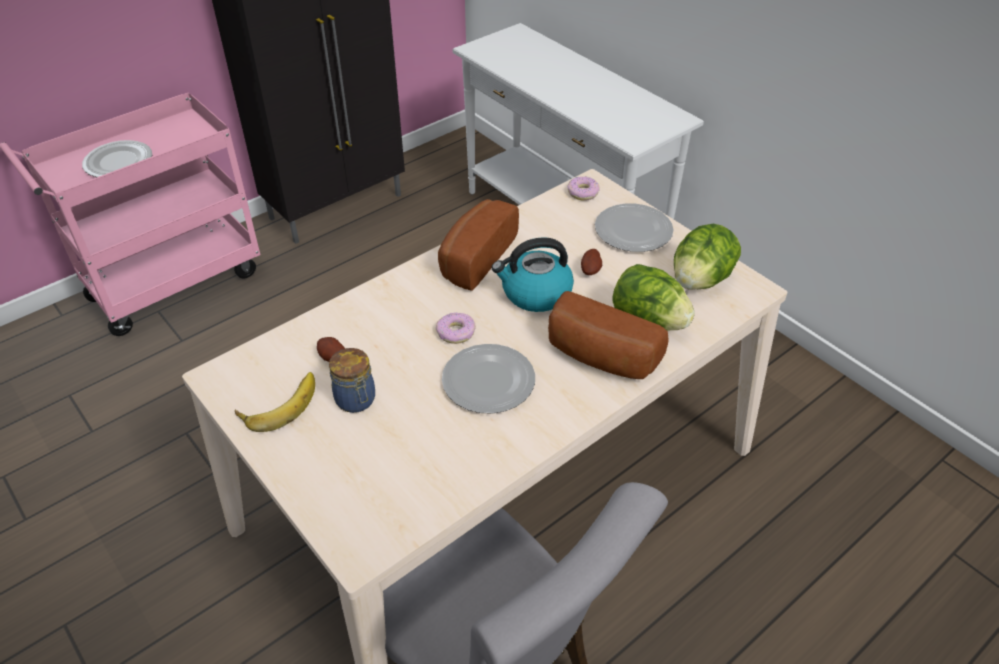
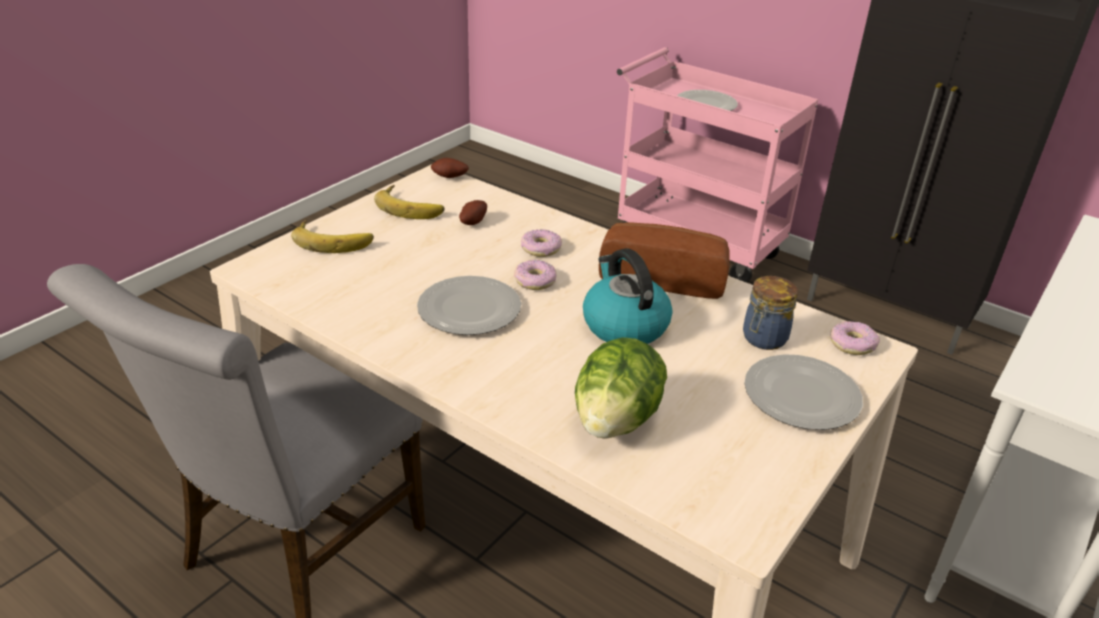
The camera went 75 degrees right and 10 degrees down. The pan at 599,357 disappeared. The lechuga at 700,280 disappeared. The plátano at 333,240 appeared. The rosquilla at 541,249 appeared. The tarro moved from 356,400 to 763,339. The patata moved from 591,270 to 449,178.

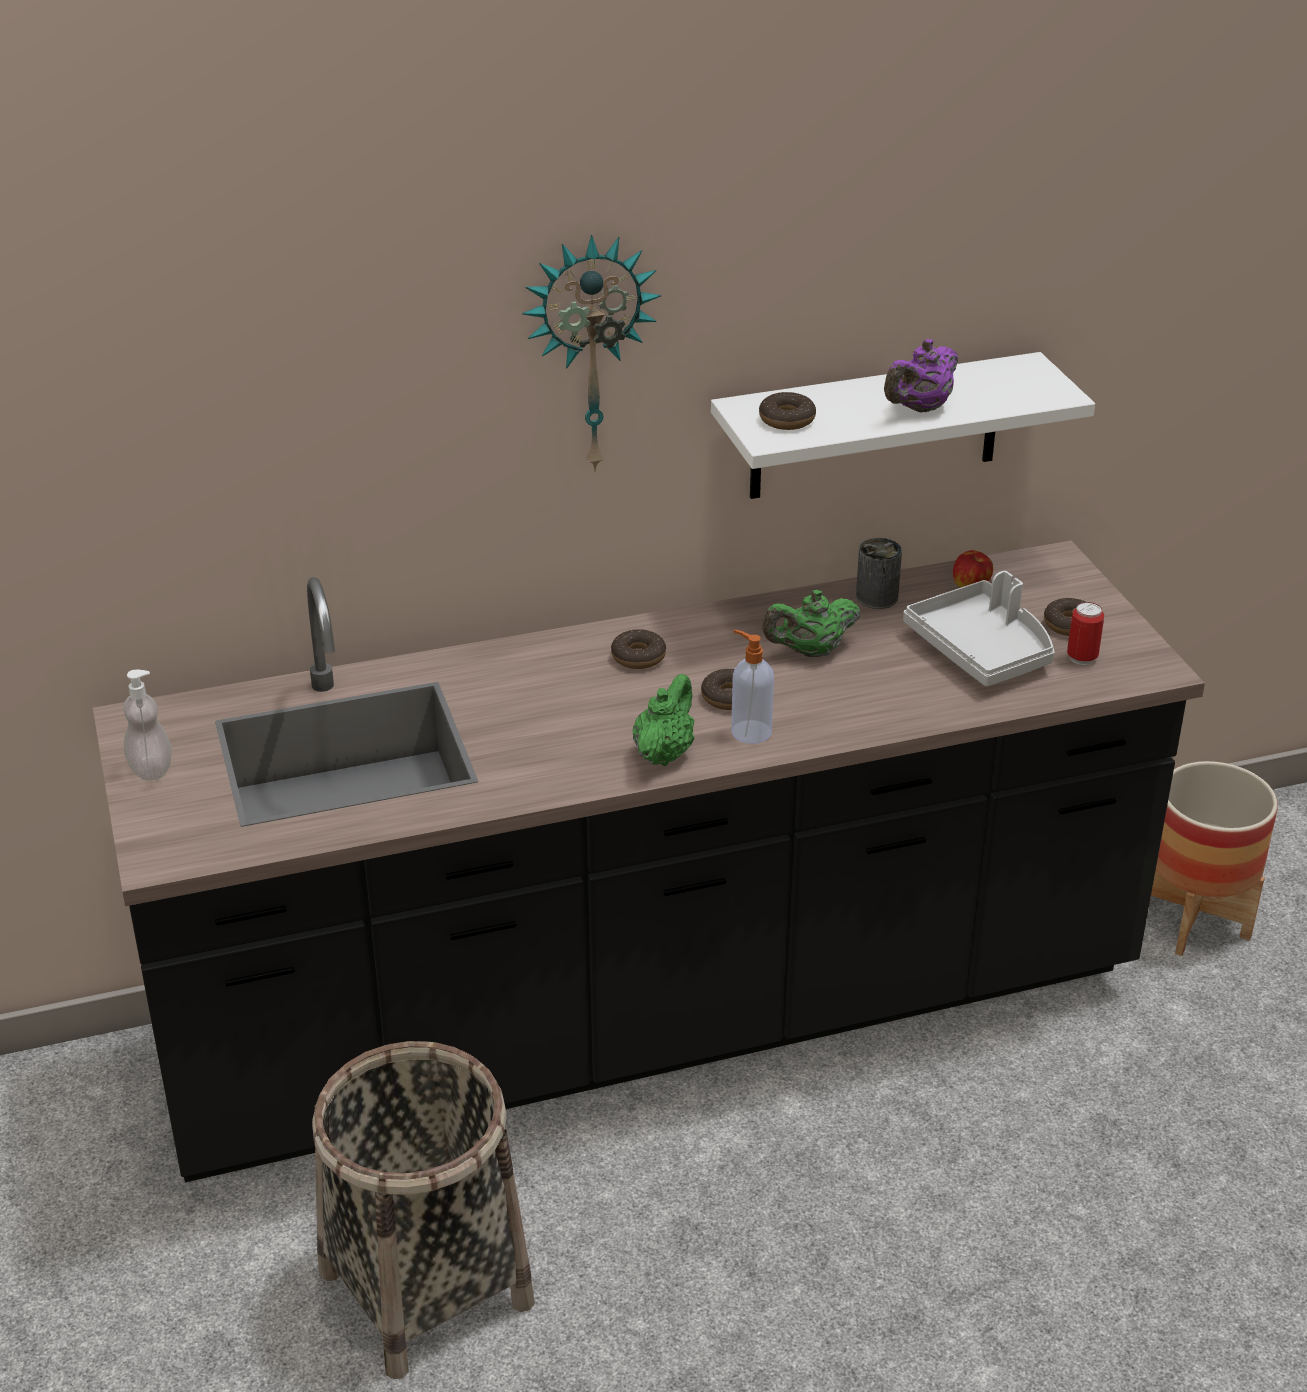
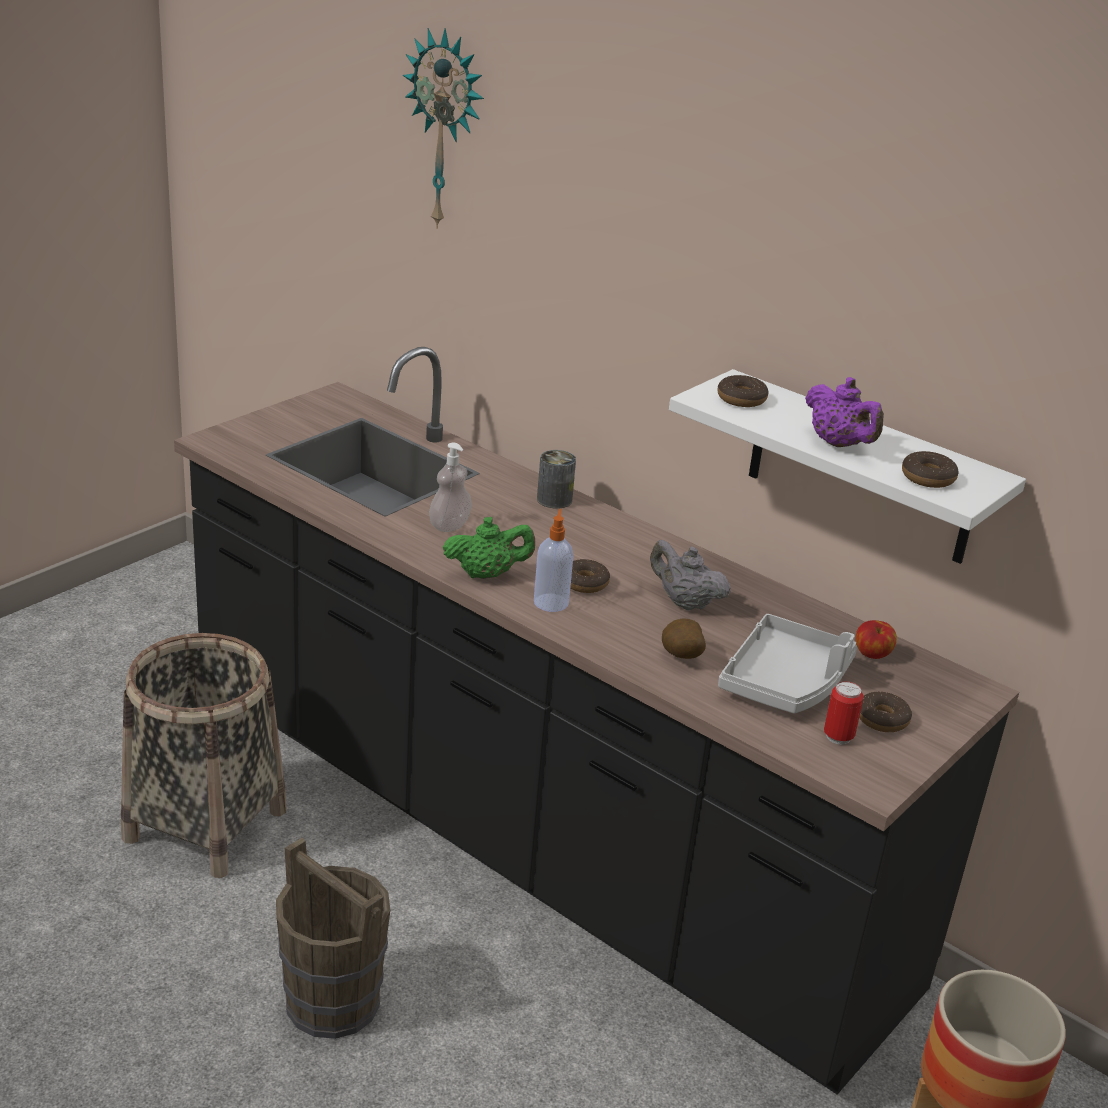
The camera went 55 degrees right and 5 degrees down. The cubo (marrón) at 333,1002 appeared. The patata at 680,657 appeared. The dispensador de jabón moved from 151,769 to 449,525. The reloj de pared moved from 590,353 to 446,130. The rosquilla moved from 638,657 to 928,478. The lata moved from 877,597 to 554,500. The tetera (verde) at 810,652 became the tetera (gris) at 684,602. The tetera (morado) at 919,408 turned 135 degrees counterclockwise.

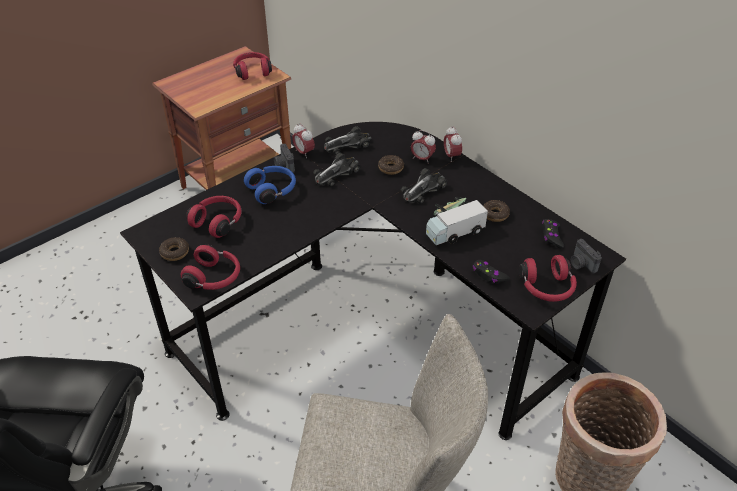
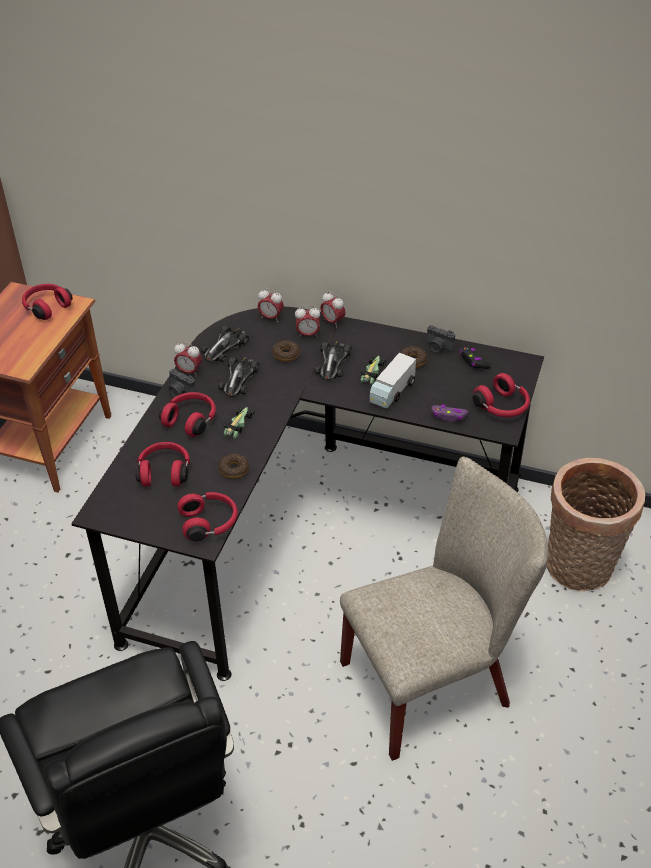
The camera went 30 degrees left and 0 degrees up. The coche de juguete at 238,425 appeared. The despertador at 271,317 appeared. The rosquilla moved from 175,252 to 234,469. The cámara moved from 581,264 to 438,347. The auriculares (azul) at 272,190 became the auriculares (rojo) at 191,420. The mando de consola (negro) at 489,275 became the mando de consola (morado) at 448,416.

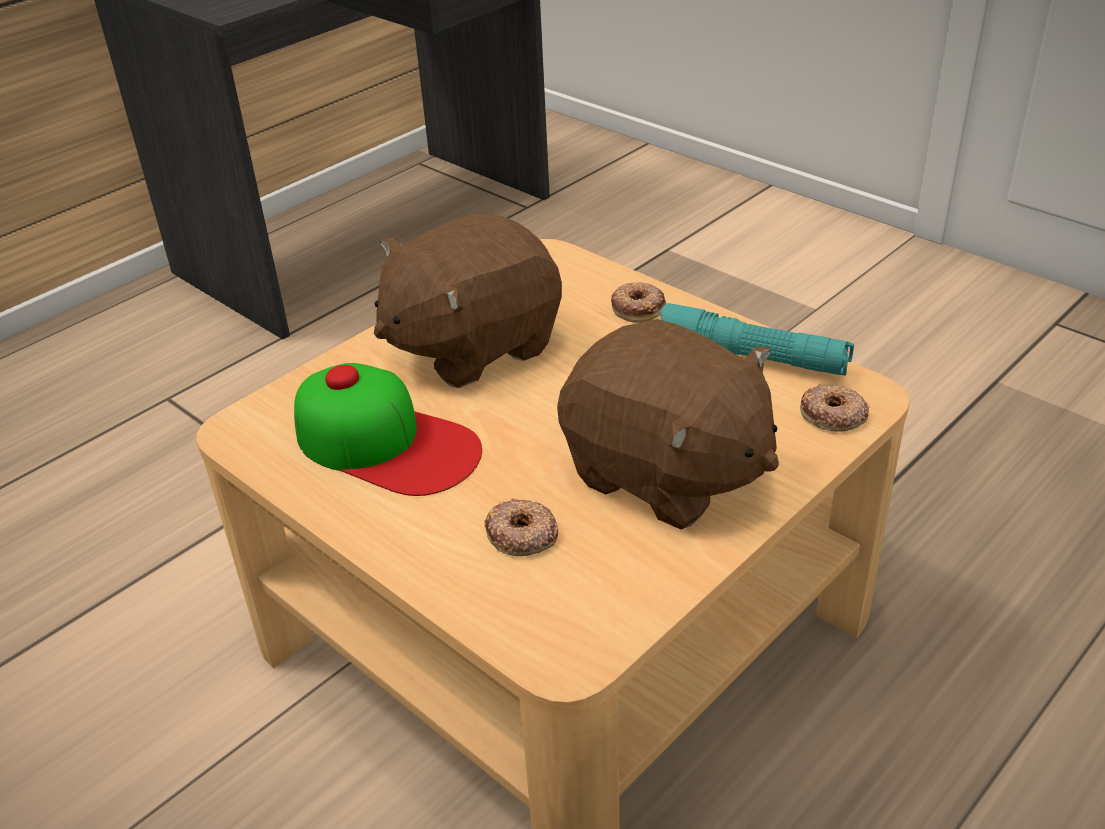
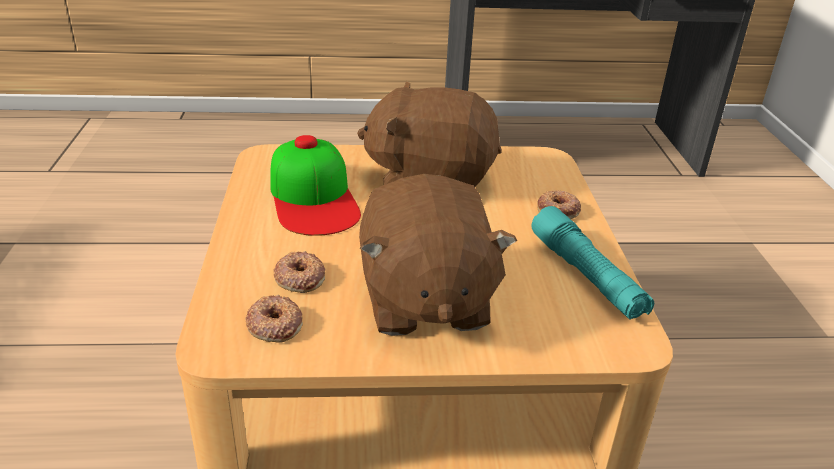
The camera went 40 degrees right and 5 degrees down. The rosquilla moved from 833,414 to 274,324.

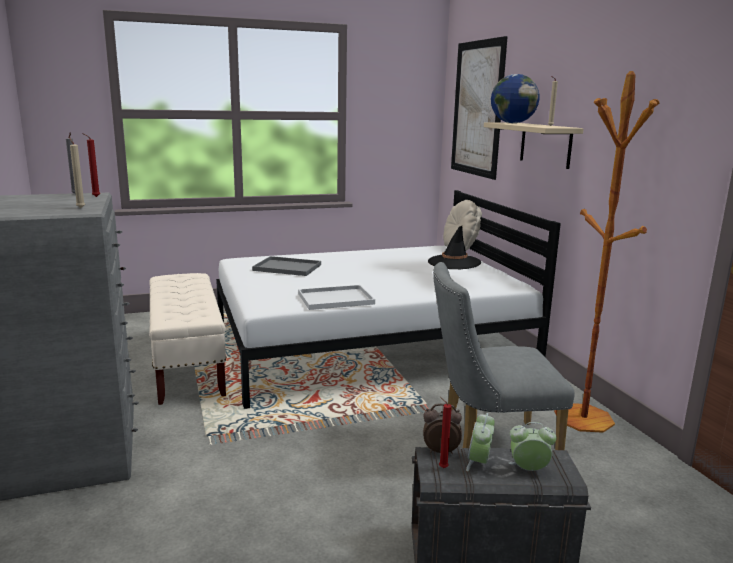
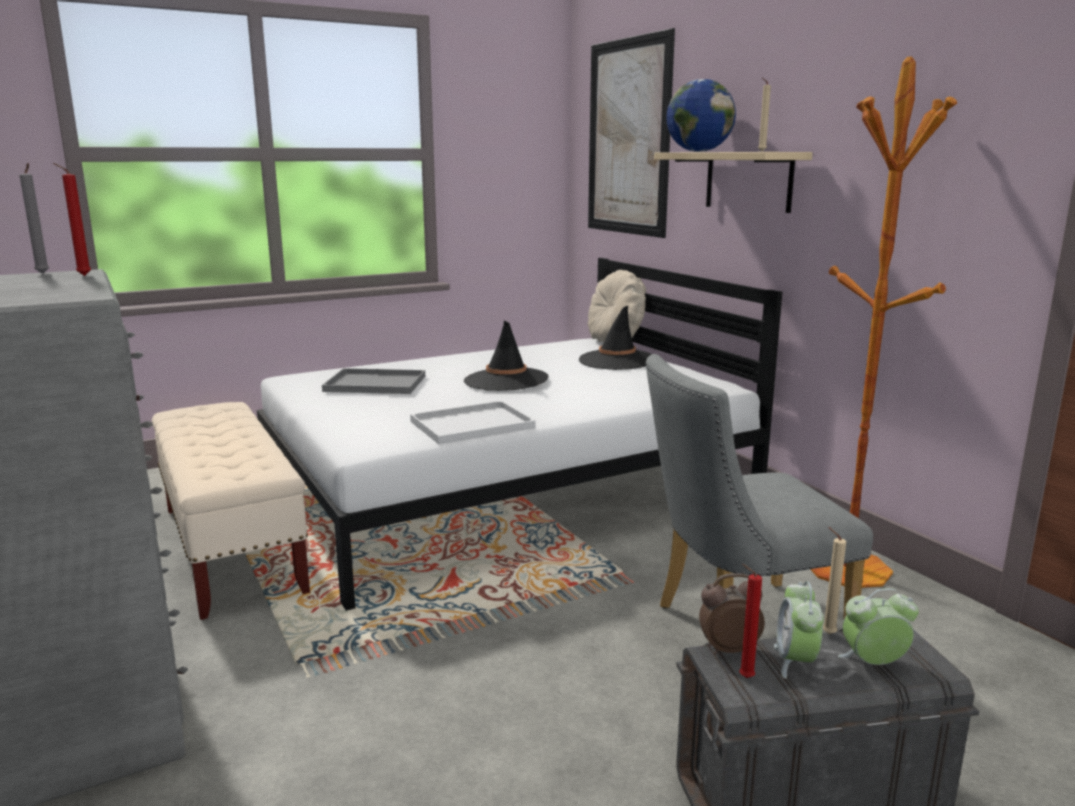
The camera went 10 degrees left and 0 degrees up. The sombrero (negro) at 506,380 appeared. The vela (beis) moved from 80,208 to 826,633.

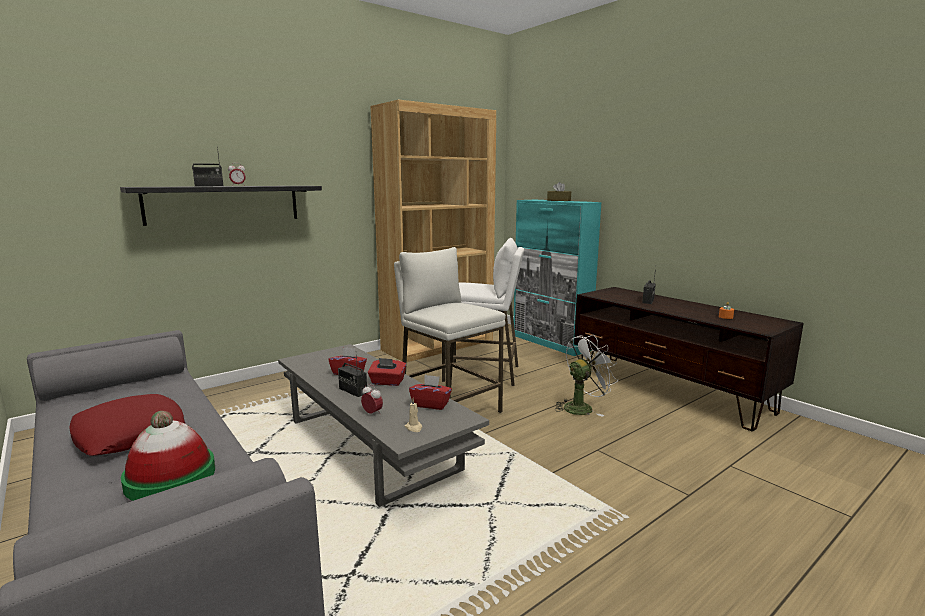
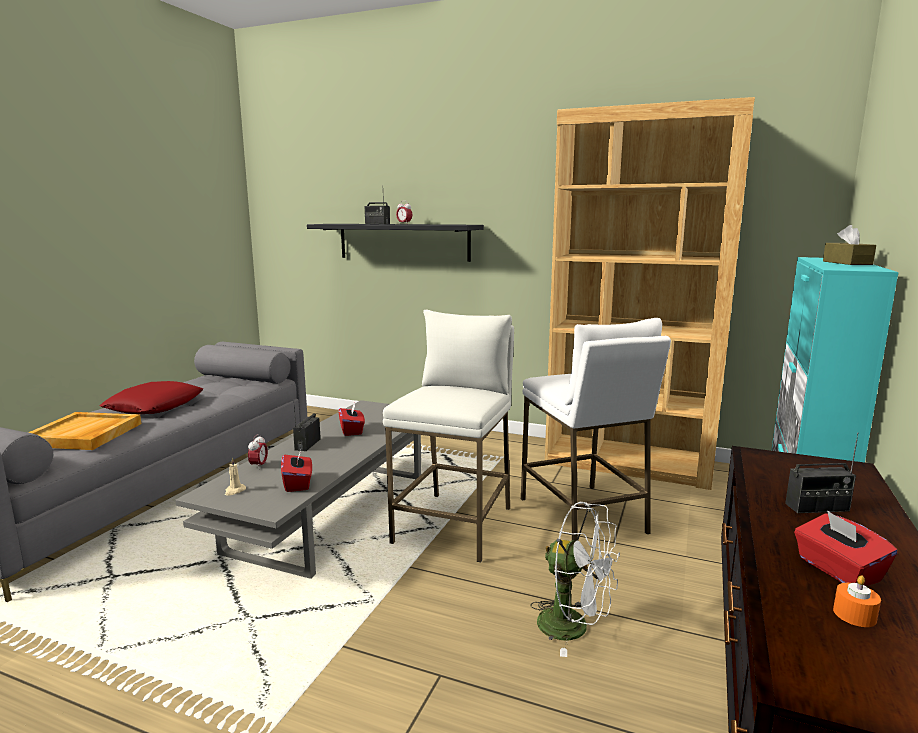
The camera went 60 degrees right and 0 degrees up. The caja de pañuelos (rojo) moved from 387,382 to 837,570. The sombrero at 170,477 was replaced by the bandeja (beis) at 84,435.

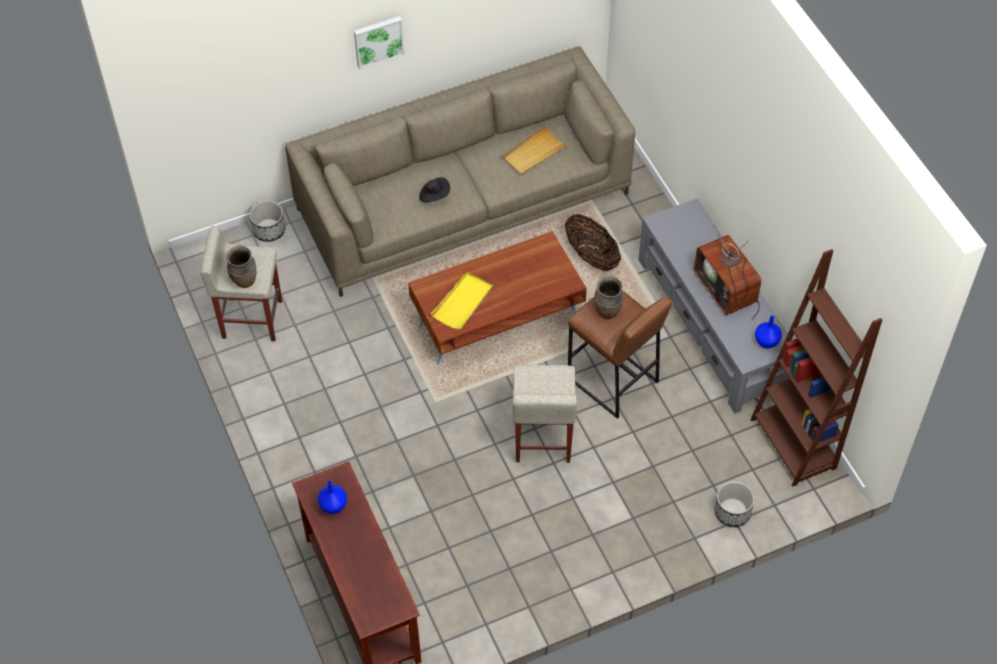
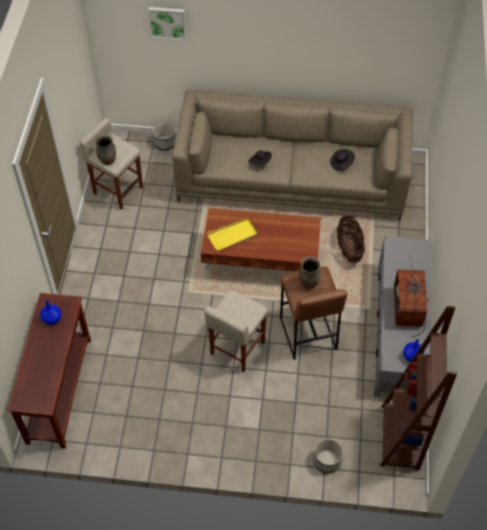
The camera went 30 degrees right and 0 degrees up. The cuadro moved from 378,41 to 167,22. The bandeja (beis) at 534,153 was replaced by the sombrero (negro) at 341,163.

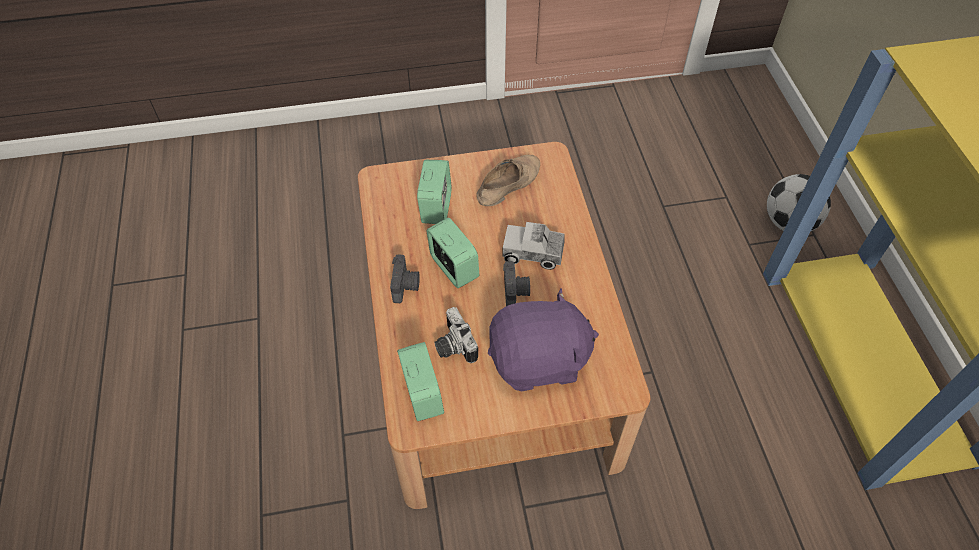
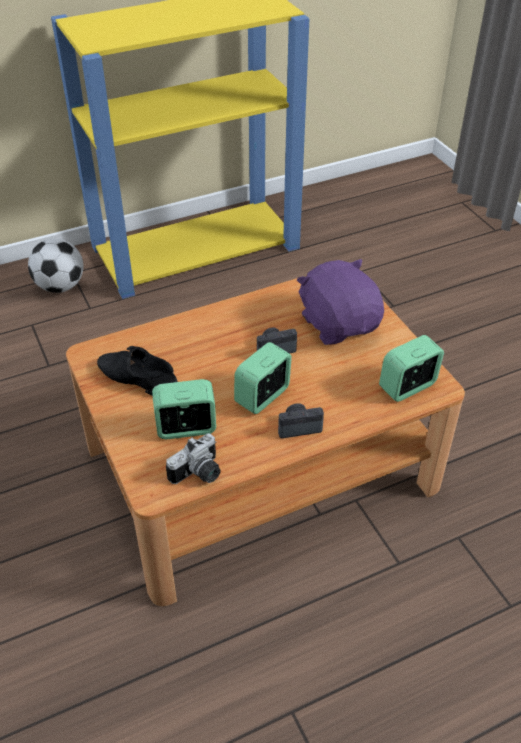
The camera went 105 degrees left and 10 degrees down. The camión de juguete at 533,253 disappeared. The cámara moved from 453,346 to 199,474. The zapato (beis) at 508,183 became the zapato (negro) at 136,378.

